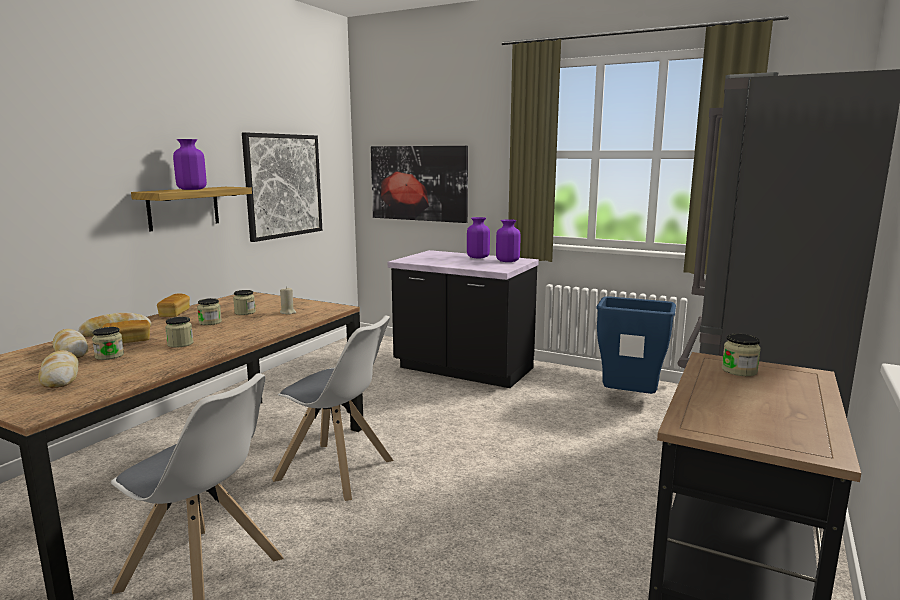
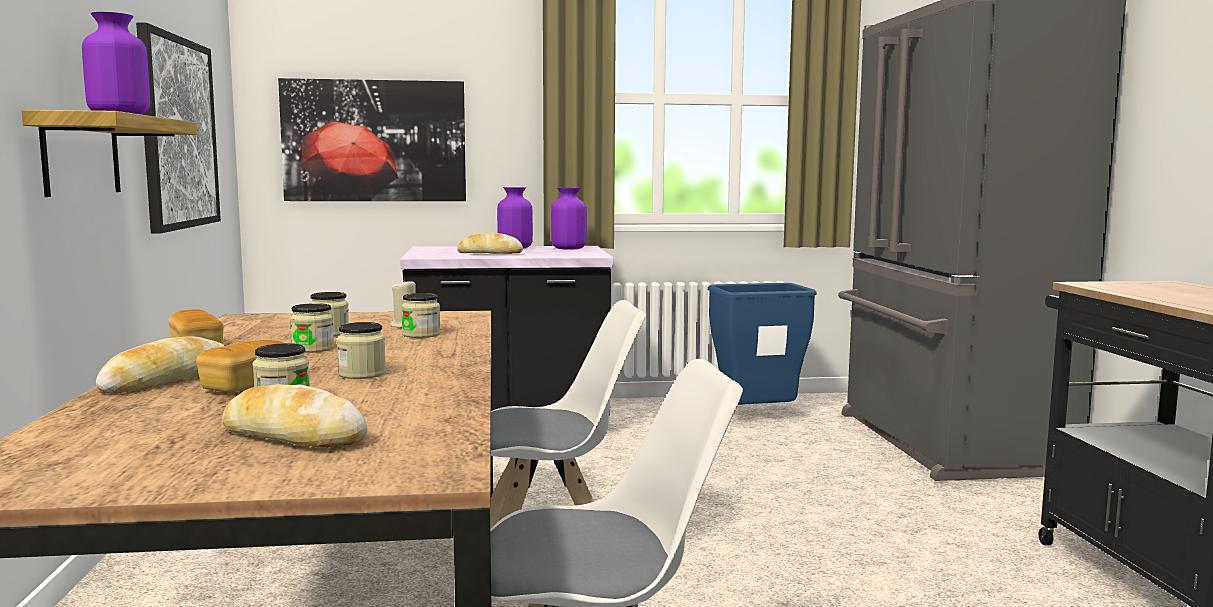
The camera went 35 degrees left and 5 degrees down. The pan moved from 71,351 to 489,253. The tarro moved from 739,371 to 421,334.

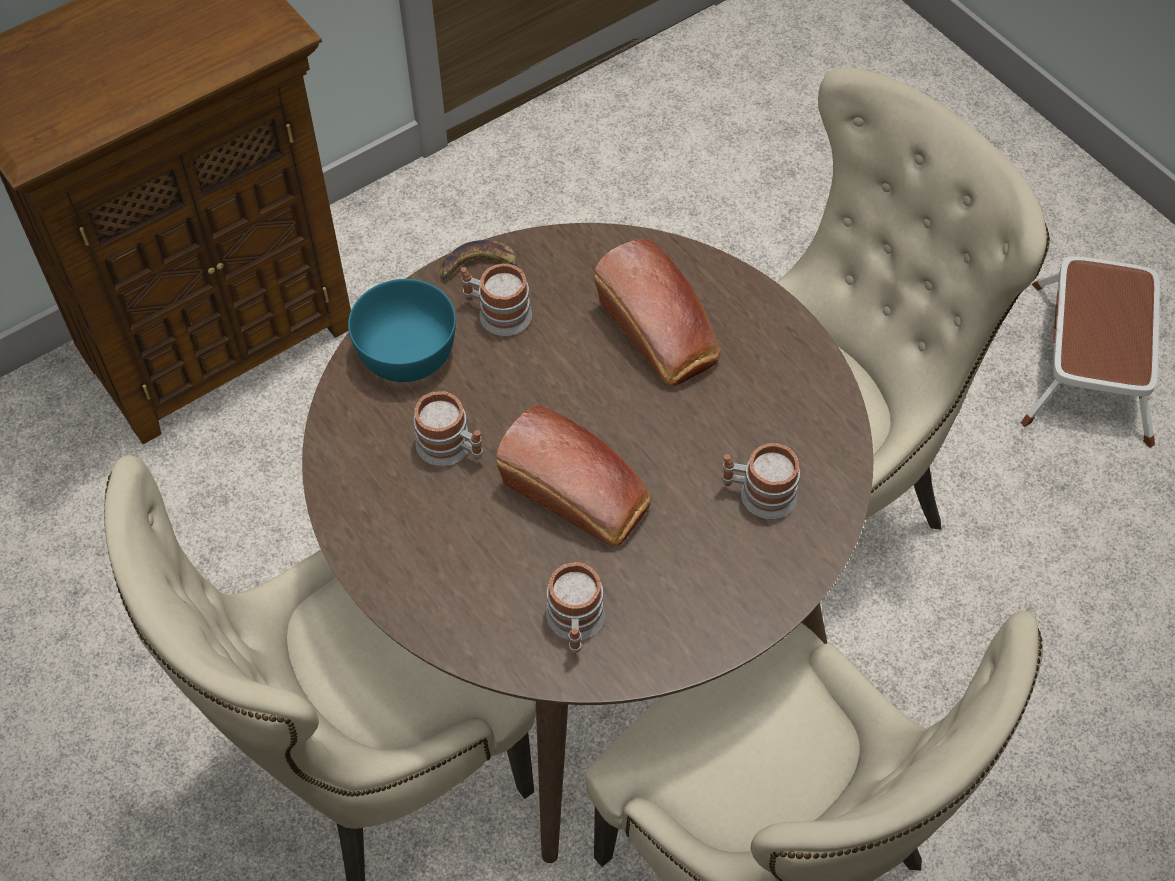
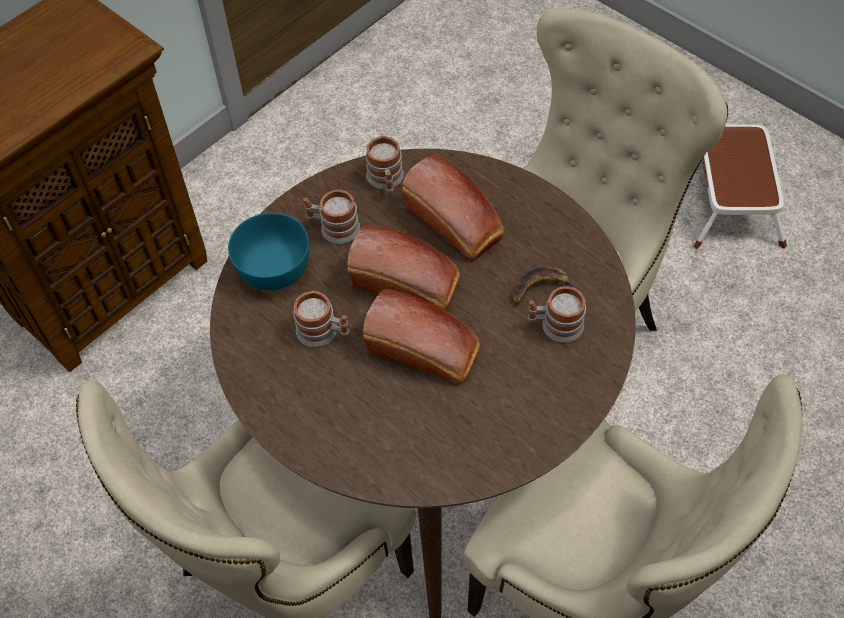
The camera went 10 degrees left and 0 degrees up. The pan at 408,283 appeared. The plátano moved from 478,267 to 540,289. The taza grande moved from 575,624 to 386,180.

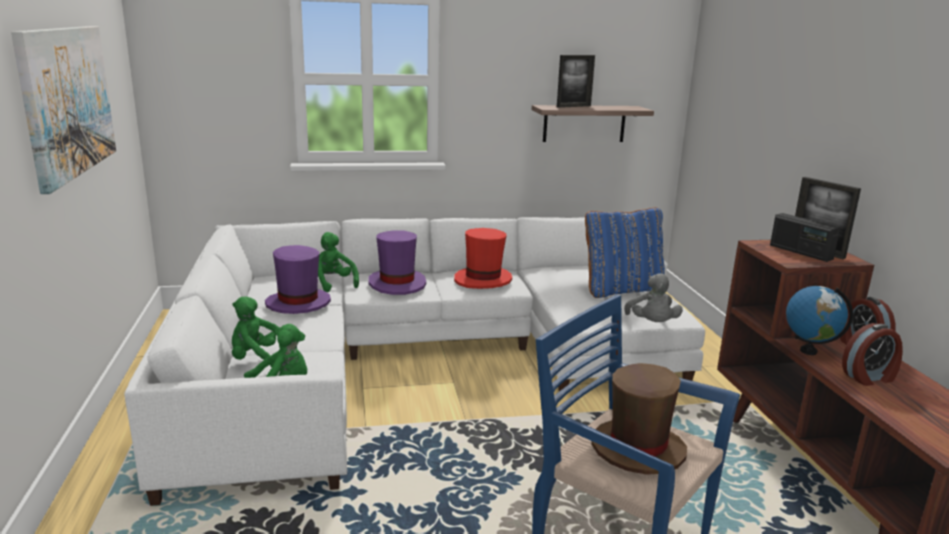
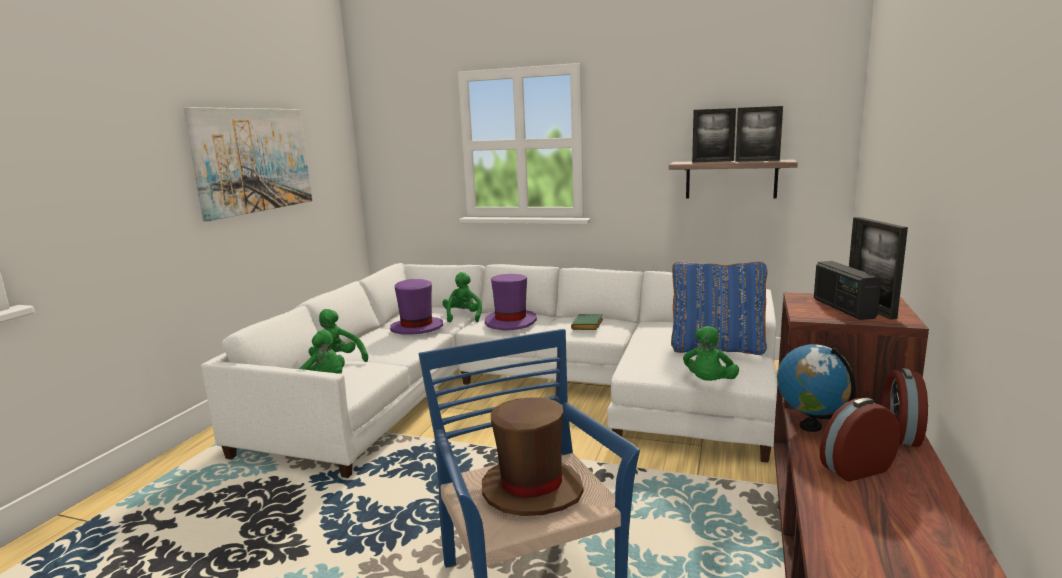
The camera went 30 degrees right and 5 degrees down. The portarretratos at 757,161 appeared. The sombrero (rojo) at 483,280 was replaced by the libro (verde) at 588,326. The peluche (gris) at 652,324 became the peluche (verde) at 709,383. The despertador at 869,377 turned 150 degrees clockwise.

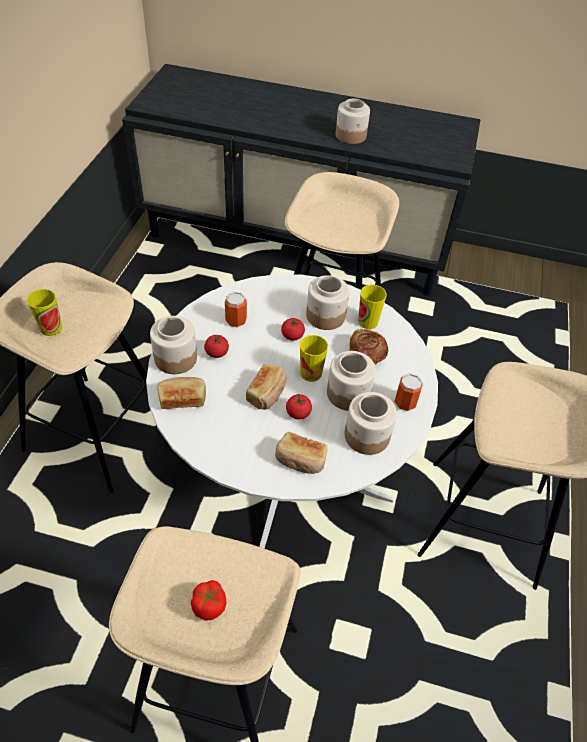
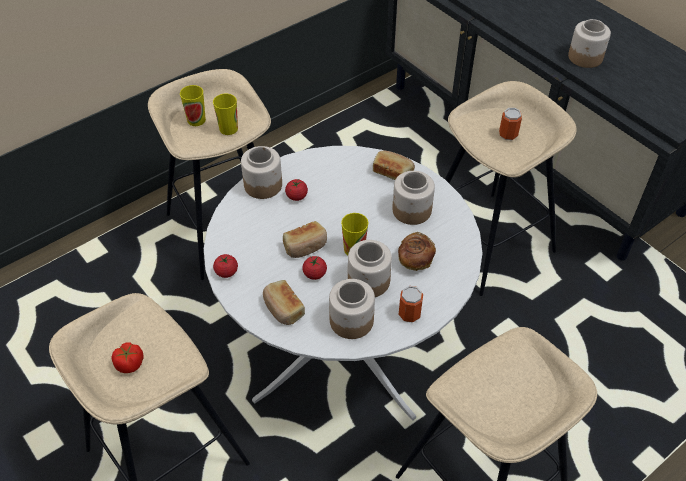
The camera went 40 degrees right and 0 degrees up. The pan moved from 182,399 to 393,172. The lata moved from 236,320 to 508,135. The tomate moved from 292,336 to 226,272. The taza moved from 368,322 to 228,128.

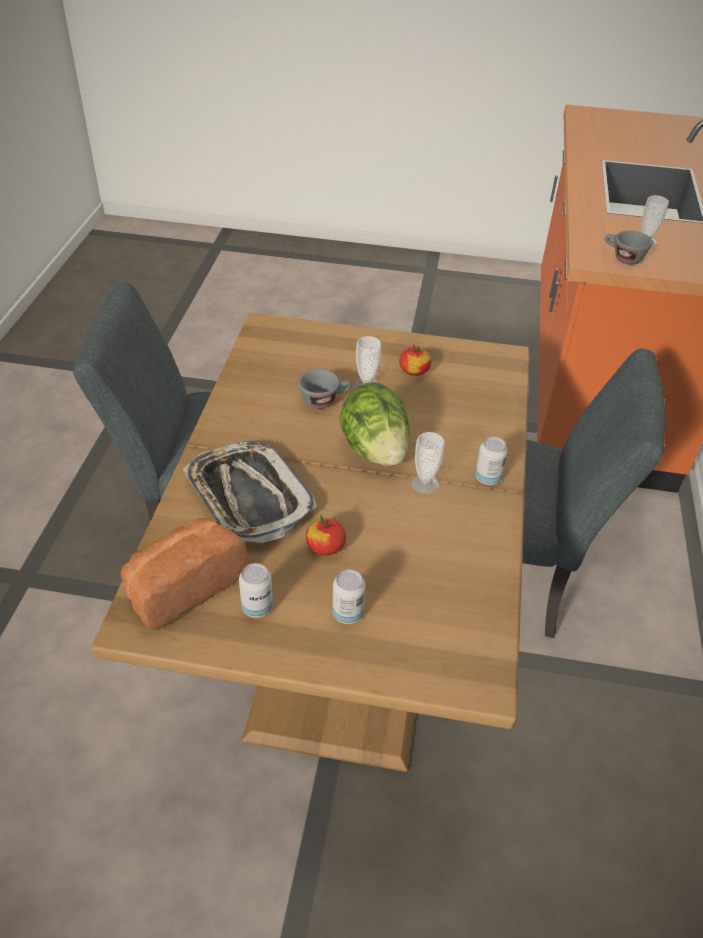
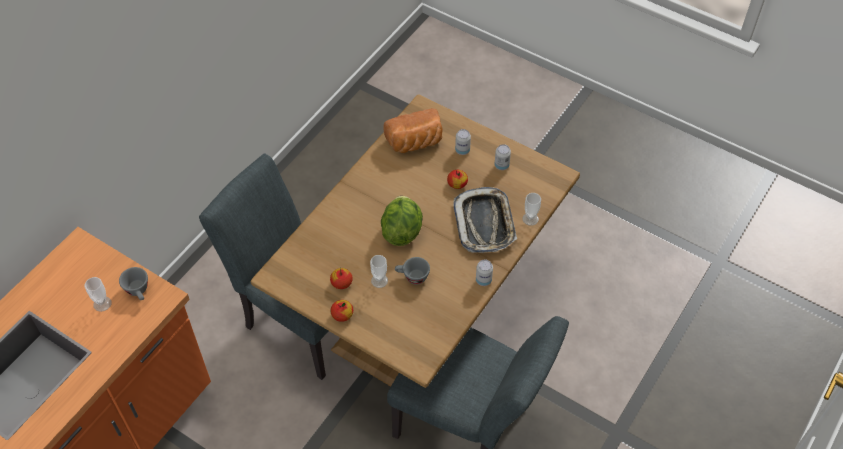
The camera went 155 degrees left and 10 degrees up. The manzana at 342,315 appeared. The pan moved from 183,585 to 415,143. The taza moved from 425,484 to 530,219. The lata moved from 487,478 to 483,280.

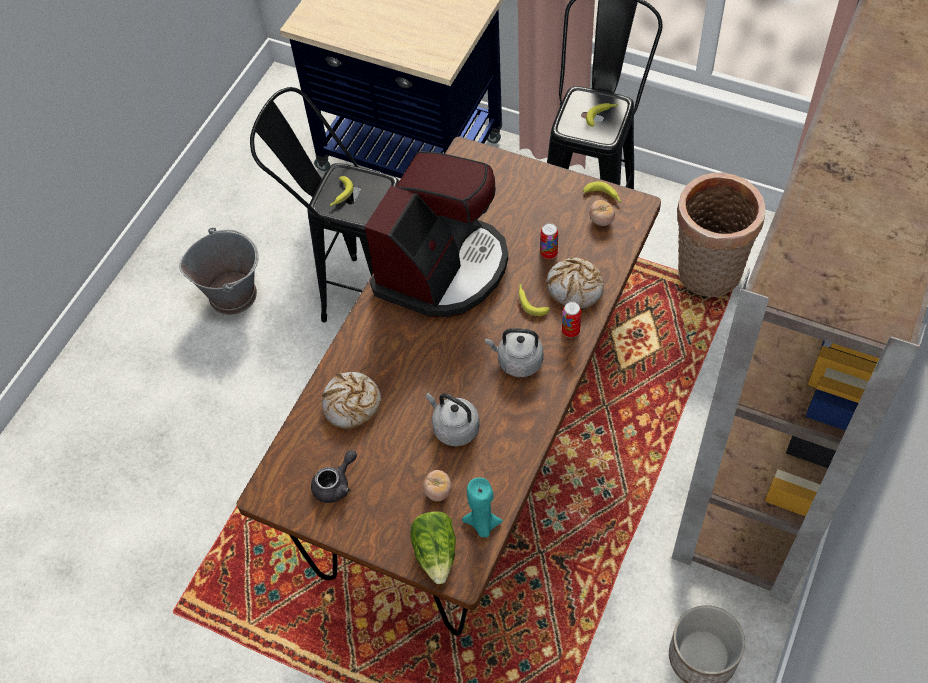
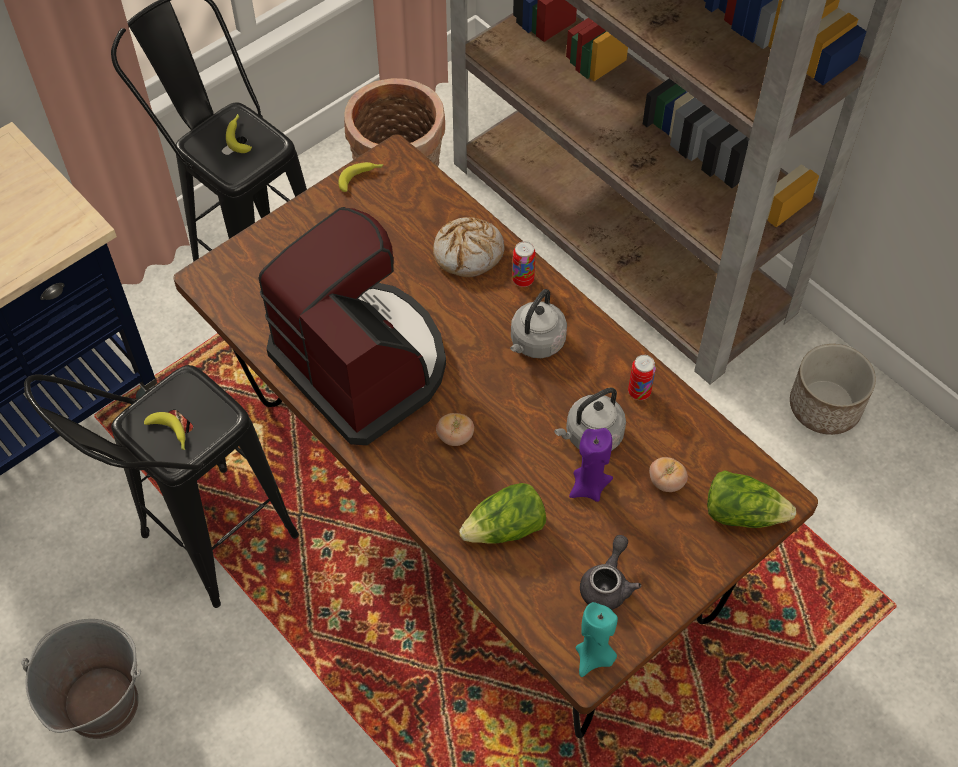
The camera went 70 degrees left and 0 degrees up. The plátano at 530,301 disappeared. The vela (morado) at 588,487 appeared. The vela (turquesa) moved from 482,524 to 594,657. The lata moved from 548,253 to 639,392. The tomate moved from 601,220 to 455,437. The pan at 352,404 was replaced by the lechuga at 505,528. The tetera (gris) at 336,484 turned 45 degrees clockwise.

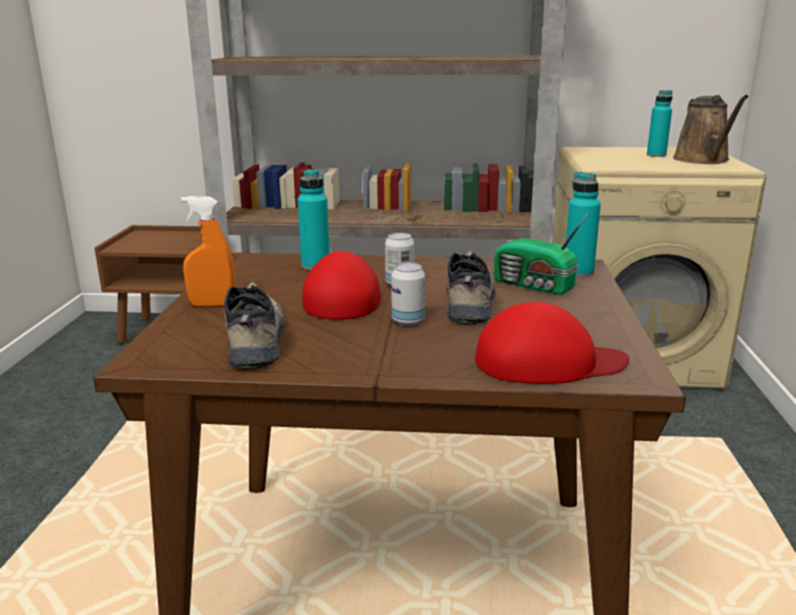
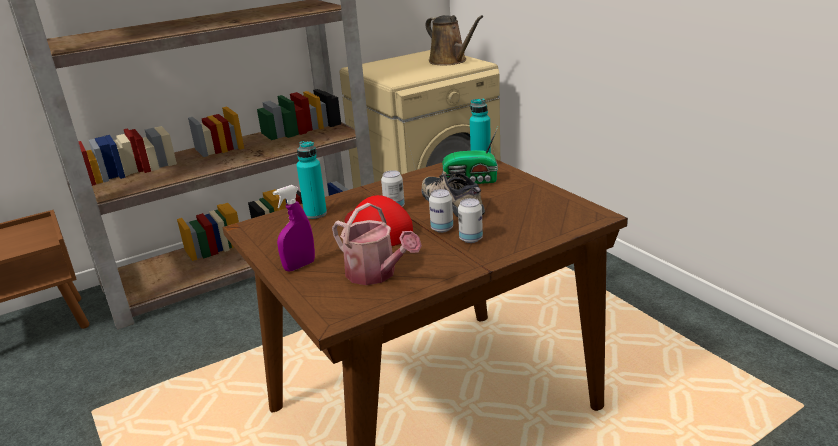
The camera went 35 degrees left and 5 degrees up. The gorra (rojo) at 547,362 disappeared. The botella (turquesa) at 656,155 disappeared. The lata at 471,239 appeared. The zapato at 258,339 was replaced by the regadera at 376,274. The pulverizador (naranja) at 212,305 became the pulverizador (morado) at 299,266.

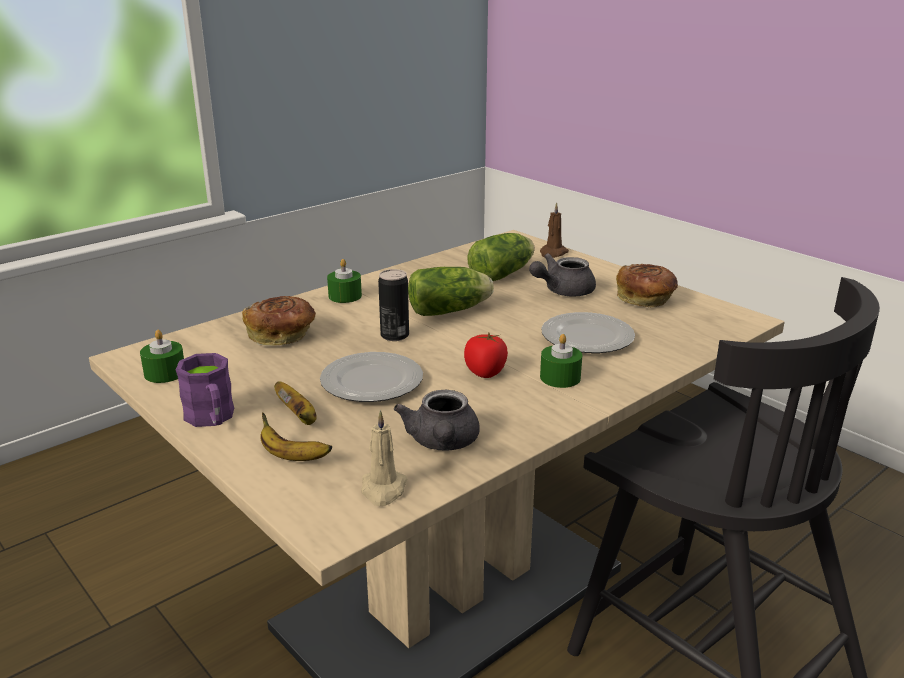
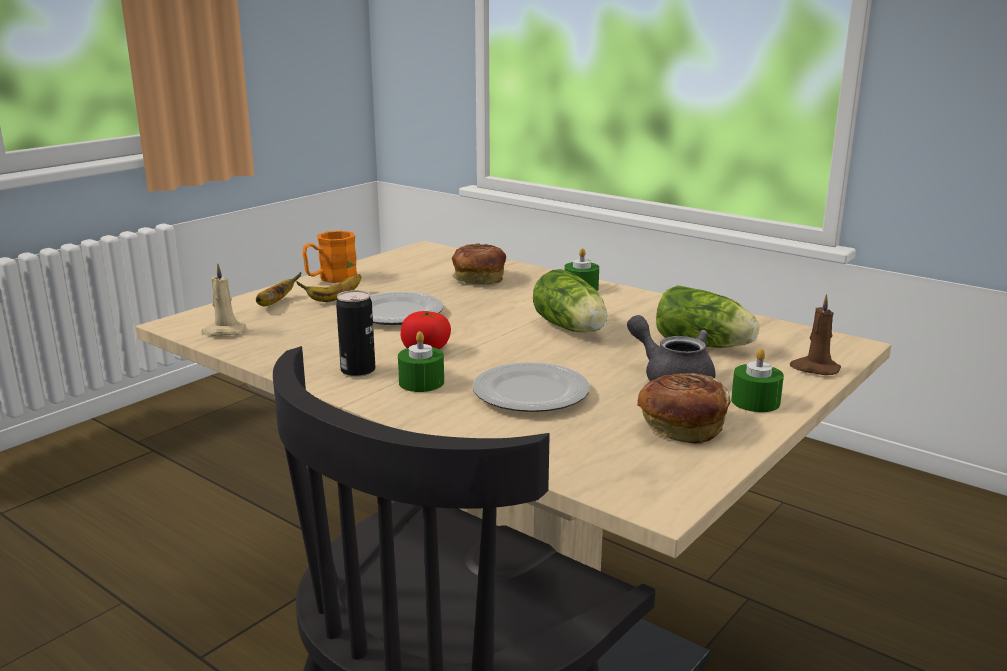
The camera went 80 degrees right and 5 degrees down. The tetera (gris) at 442,443 disappeared. The vela (verde) moved from 165,373 to 755,401. The lata moved from 394,335 to 358,370. The taza grande (morado) at 212,419 became the taza grande (naranja) at 331,278.

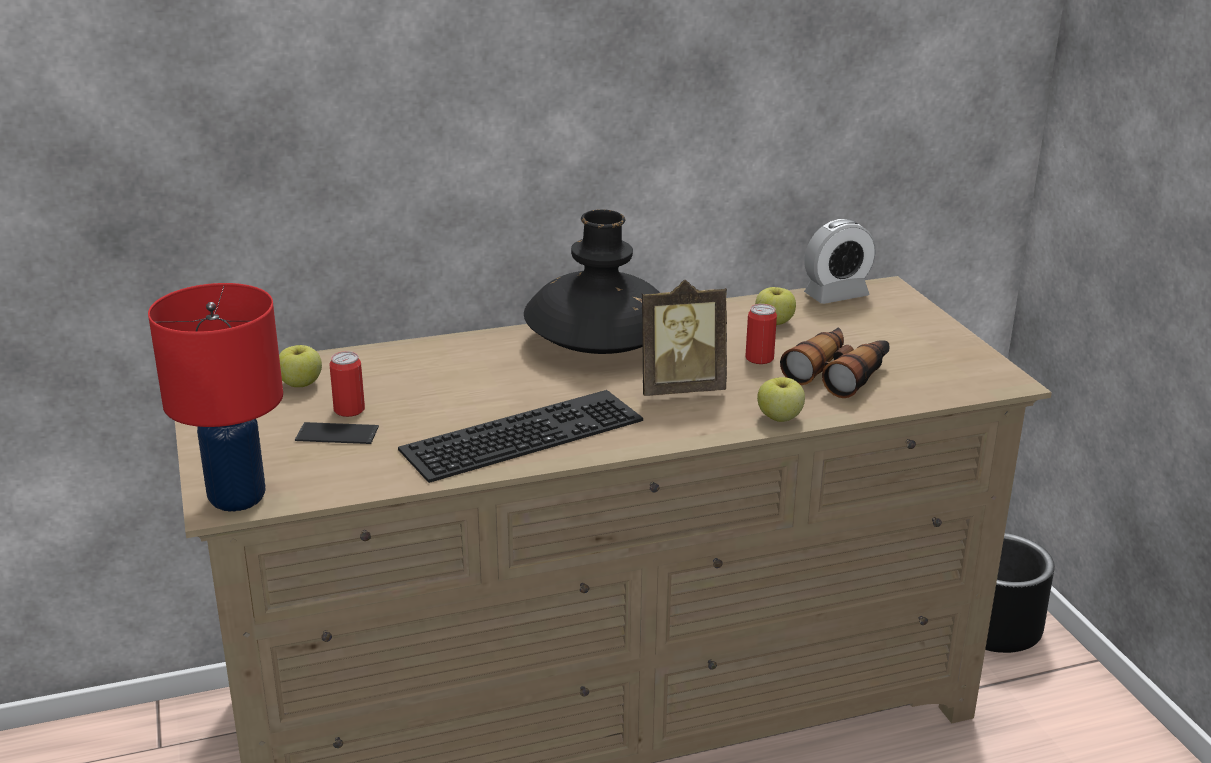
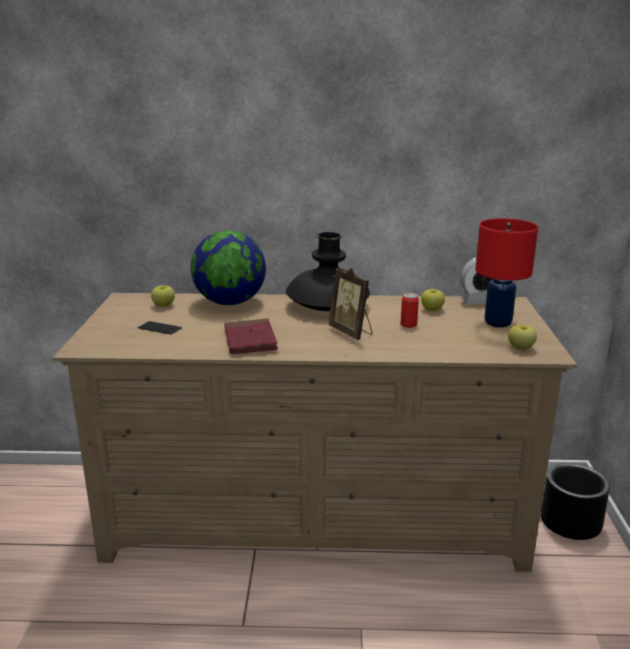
The camera went 20 degrees right and 5 degrees down. The lata at 349,410 disappeared. The prismáticos at 839,373 disappeared. The globo terráqueo at 230,303 appeared. The lámpara de mesa (rojo) moved from 240,497 to 499,323. The manzana moved from 779,418 to 520,348. The teclado at 523,432 was replaced by the libro (rojo) at 250,340. The portarretratos at 680,388 turned 45 degrees clockwise.

